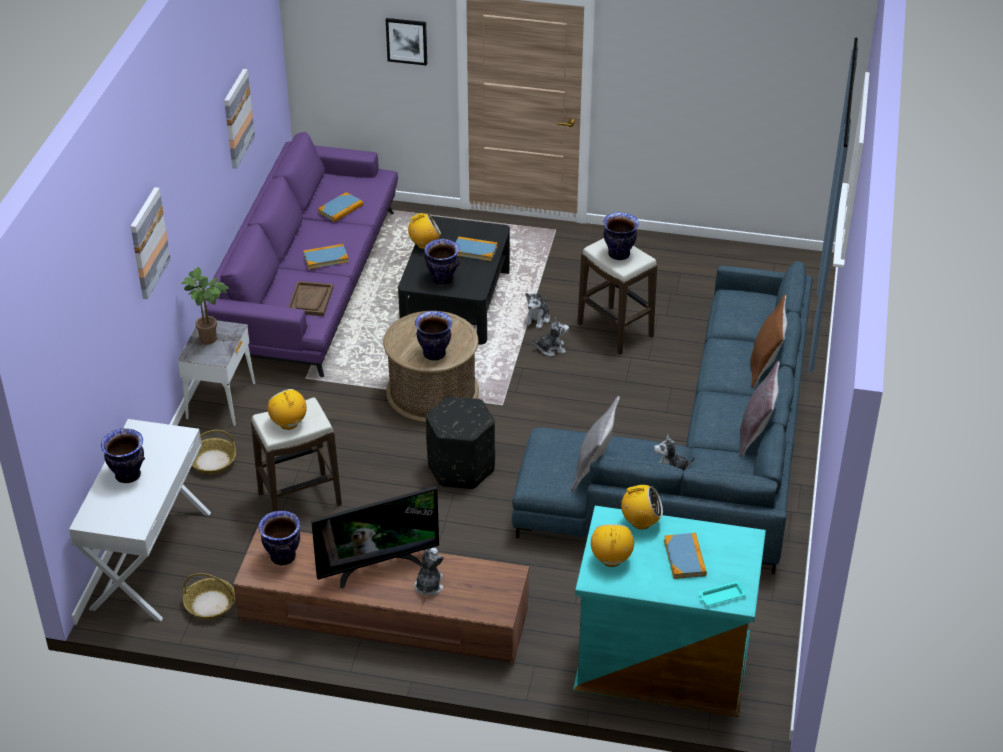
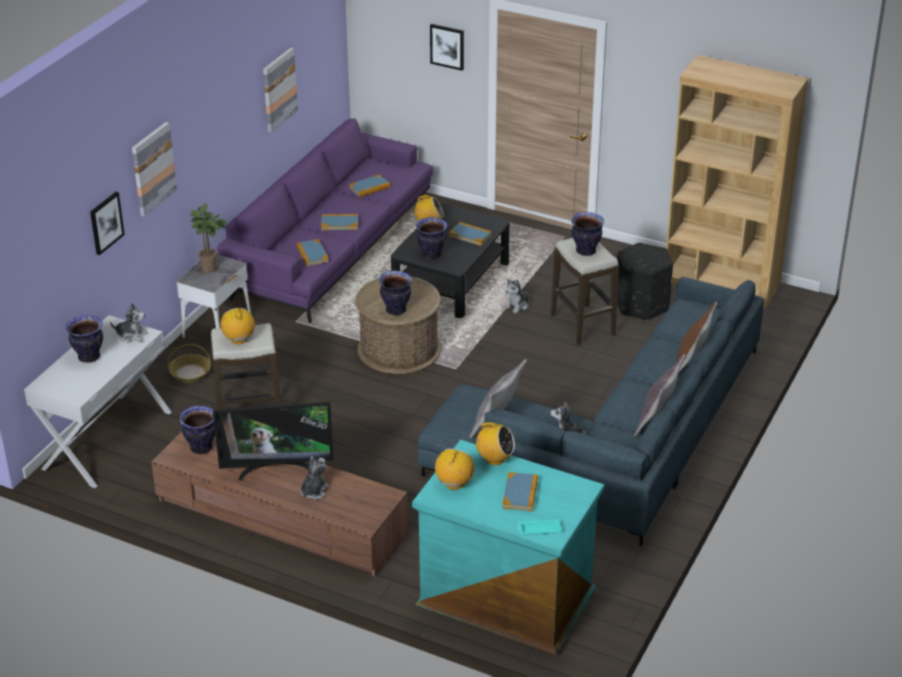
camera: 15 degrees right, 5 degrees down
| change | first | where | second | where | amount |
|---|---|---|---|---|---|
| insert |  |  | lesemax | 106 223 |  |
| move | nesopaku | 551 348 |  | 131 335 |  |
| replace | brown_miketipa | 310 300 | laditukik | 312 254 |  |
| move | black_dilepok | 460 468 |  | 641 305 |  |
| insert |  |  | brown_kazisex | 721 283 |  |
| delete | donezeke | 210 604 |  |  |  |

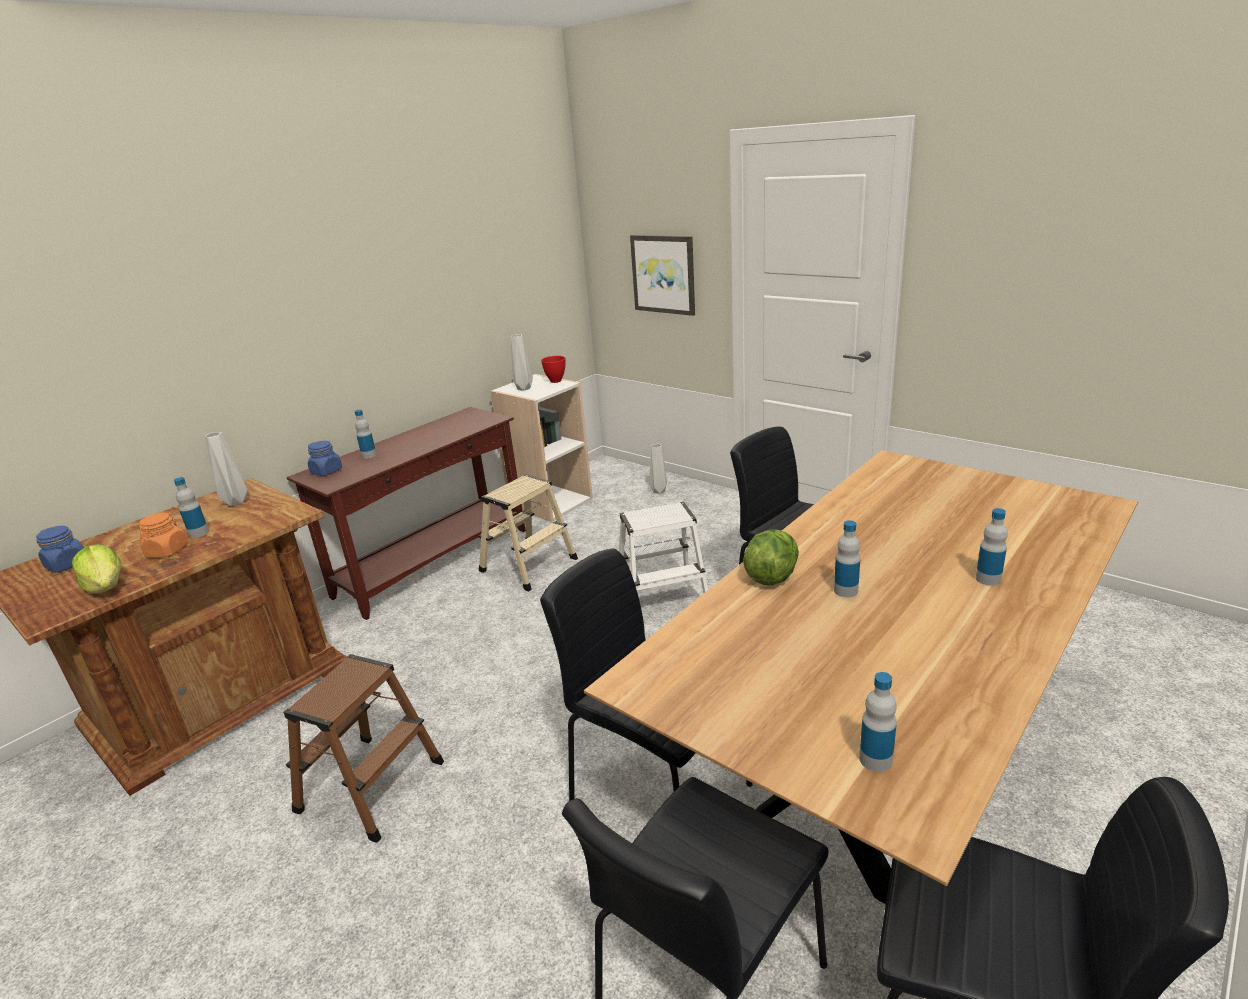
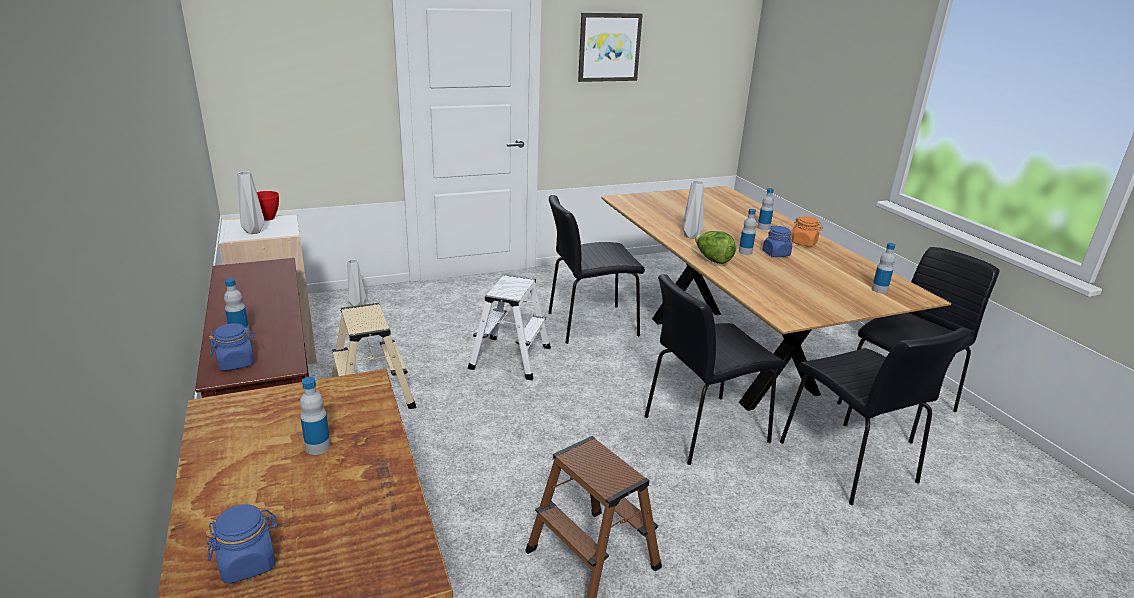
camera: 65 degrees left, 0 degrees up
| change | first | where | second | where | amount |
|---|---|---|---|---|---|
| move | lesemax | 663 274 |  | 609 47 |  |
| move | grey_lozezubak | 235 503 |  | 691 236 |  |
| insert |  |  | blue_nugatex | 776 254 |  |
| move | orange_nugatex | 167 551 |  | 804 243 |  |
| delete | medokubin | 106 587 |  |  |  |

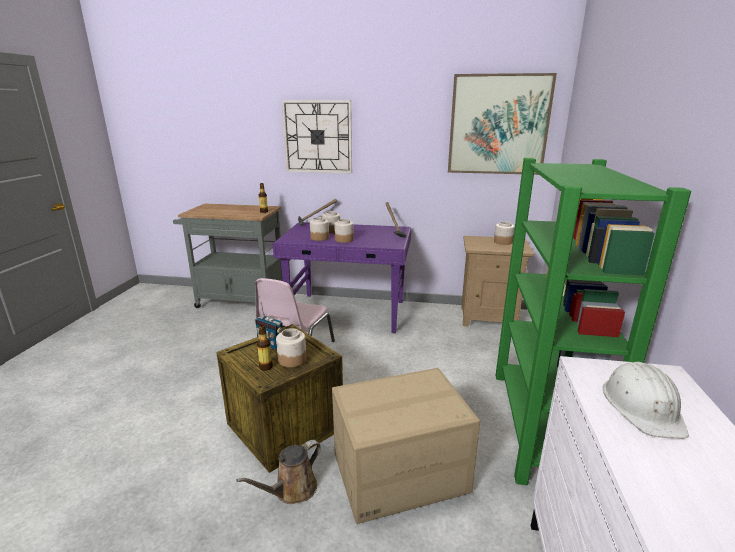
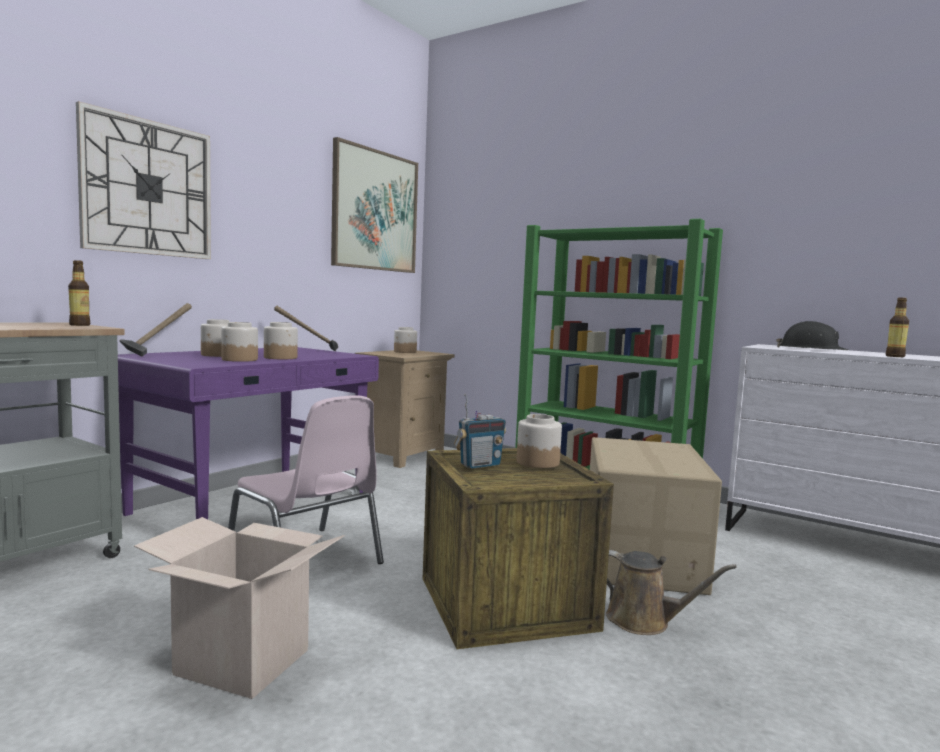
camera: 65 degrees left, 15 degrees down
| change | first | where | second | where | amount |
|---|---|---|---|---|---|
| insert |  |  | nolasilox | 242 662 |  |
| rotate | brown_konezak | 292 490 |  | 644 621 | 45 degrees counterclockwise |
| recolor | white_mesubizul | 642 407 | black_mesubizul | 812 349 |  |
| move | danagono | 266 367 |  | 895 356 |  |

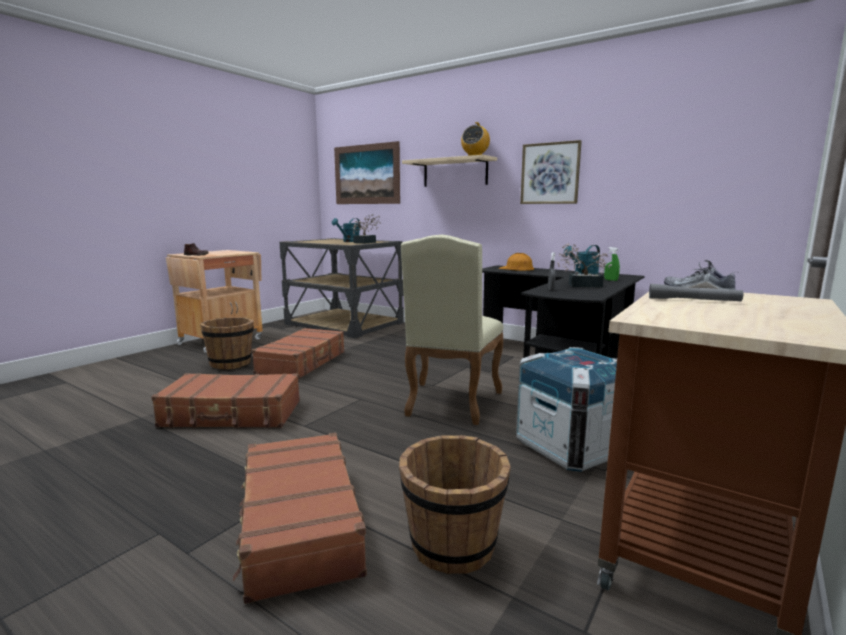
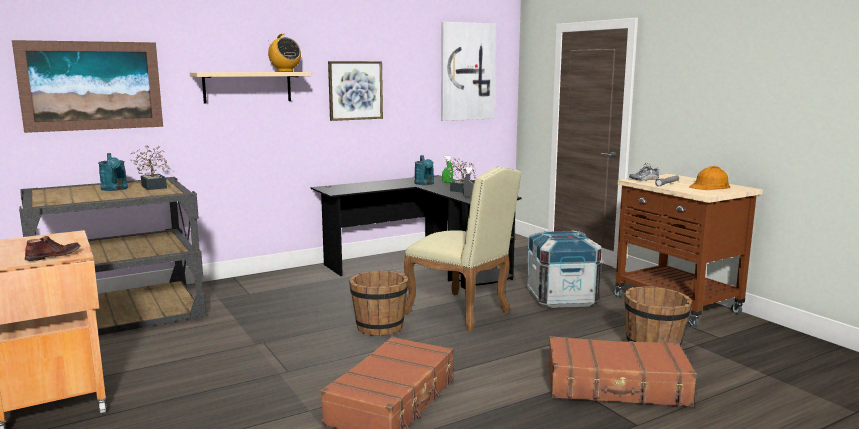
camera: 65 degrees left, 0 degrees up
| change | first | where | second | where | amount |
|---|---|---|---|---|---|
| move | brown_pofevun | 231 363 |  | 379 327 |  |
| insert |  |  | lesemax | 467 71 |  |
| move | orange_mesubizul | 517 268 |  | 709 186 |  |
| delete | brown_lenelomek | 303 362 |  |  |  |

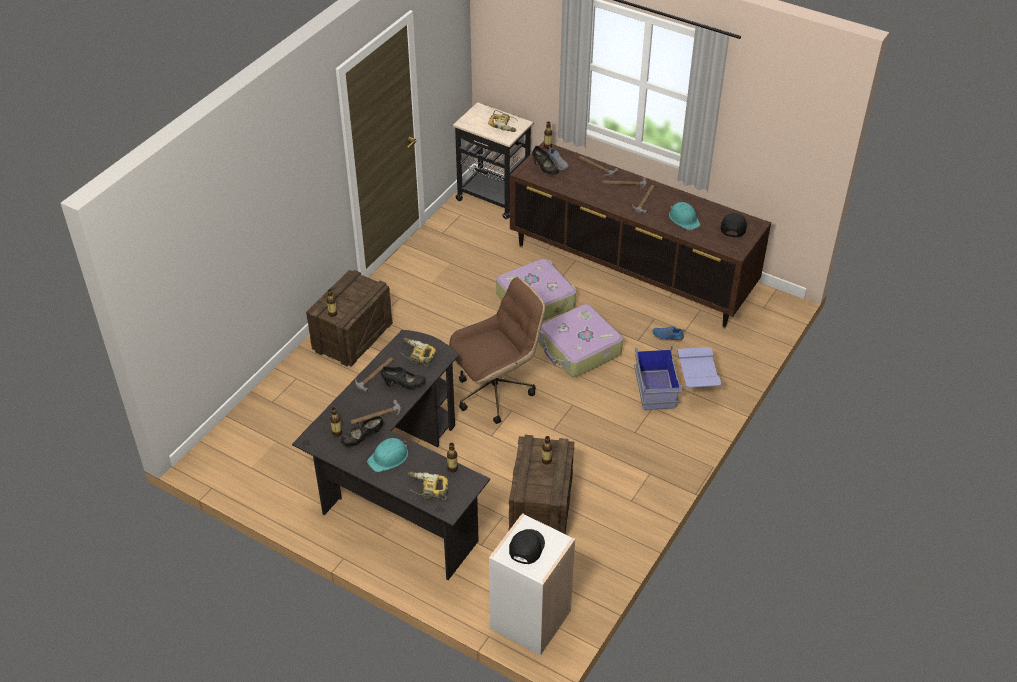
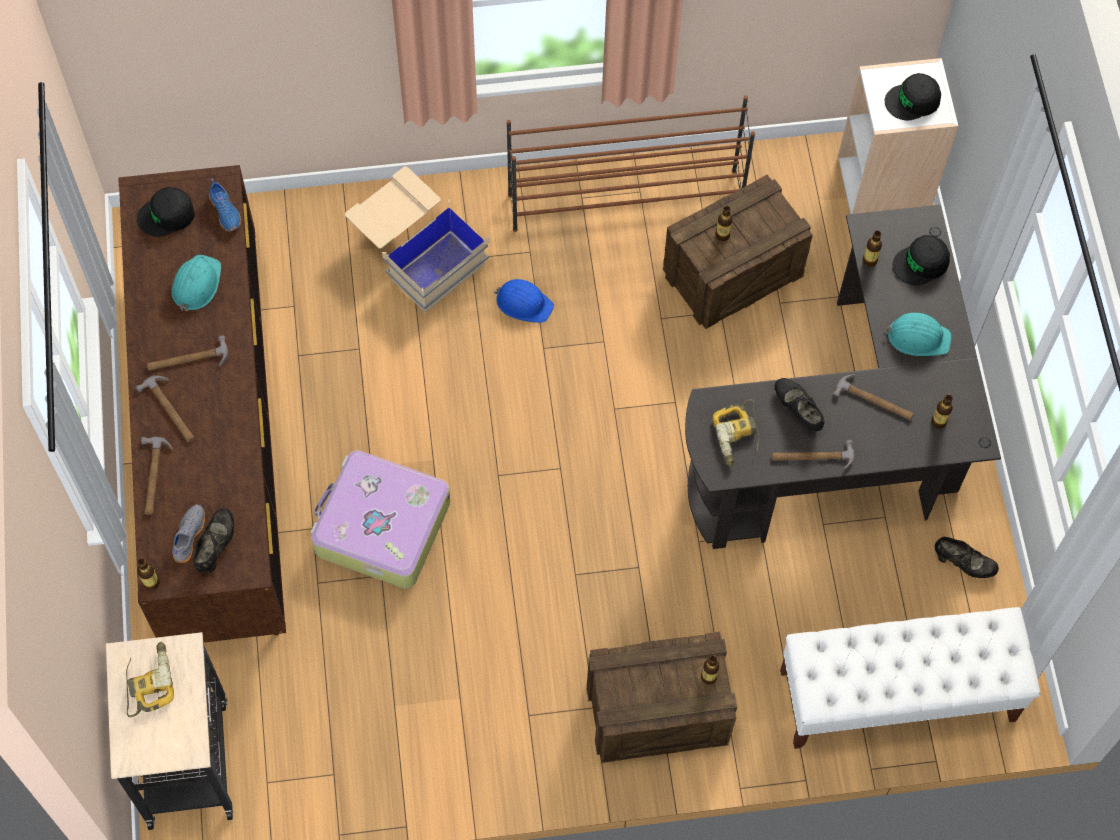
camera: 130 degrees left, 20 degrees up
| change | first | where | second | where | amount |
|---|---|---|---|---|---|
| move | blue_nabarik | 667 337 |  | 226 211 |  |
| recolor | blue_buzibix | 675 390 | beige_buzibix | 417 253 |  |
| insert |  |  | blue_mesubizul | 523 303 |  |
| insert |  |  | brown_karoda | 626 200 |  |
| insert |  |  | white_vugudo | 896 696 |  |
| replace | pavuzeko | 427 489 | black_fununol | 921 263 |  |
| move | black_nabarik | 362 438 |  | 963 563 |  |
| delete | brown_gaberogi | 497 393 |  |  |  |
| delete | lenelomek | 579 349 |  |  |  |

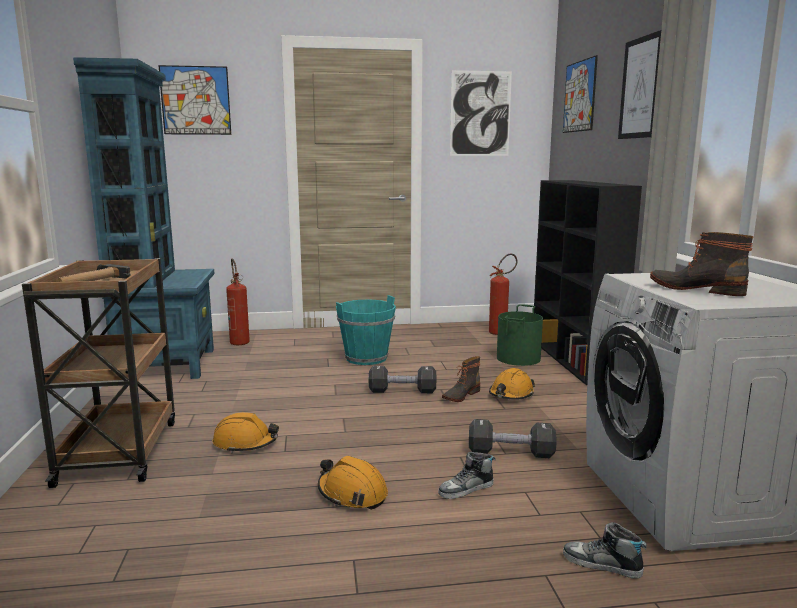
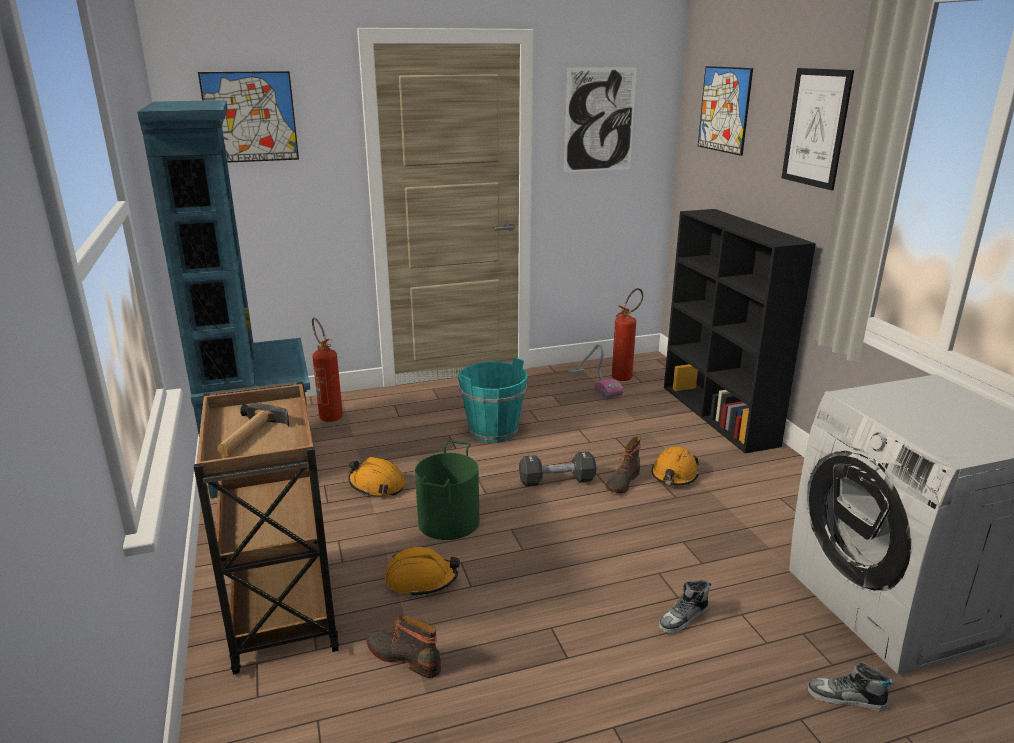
camera: 10 degrees left, 10 degrees up
| change | first | where | second | where | amount |
|---|---|---|---|---|---|
| move | orange_mesubizul | 352 494 |  | 377 485 |  |
| move | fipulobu | 696 289 |  | 405 656 |  |
| move | green_pofevun | 517 358 |  | 447 521 |  |
| insert |  |  | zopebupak | 593 383 |  |
| delete | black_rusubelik | 511 452 |  |  |  |

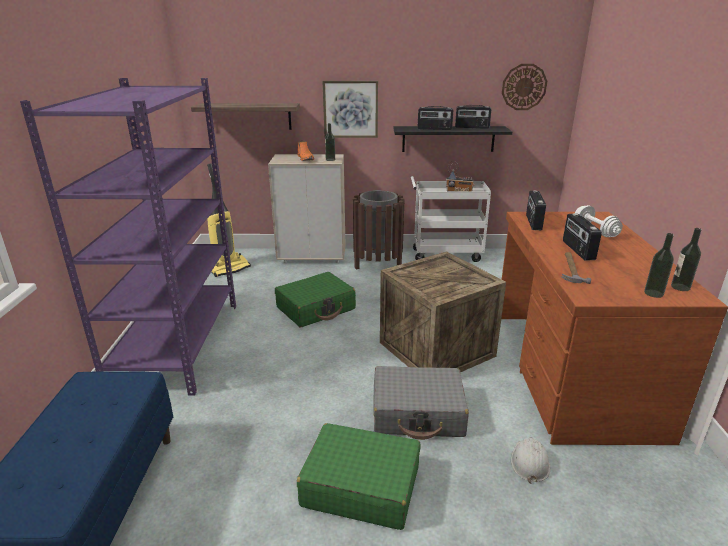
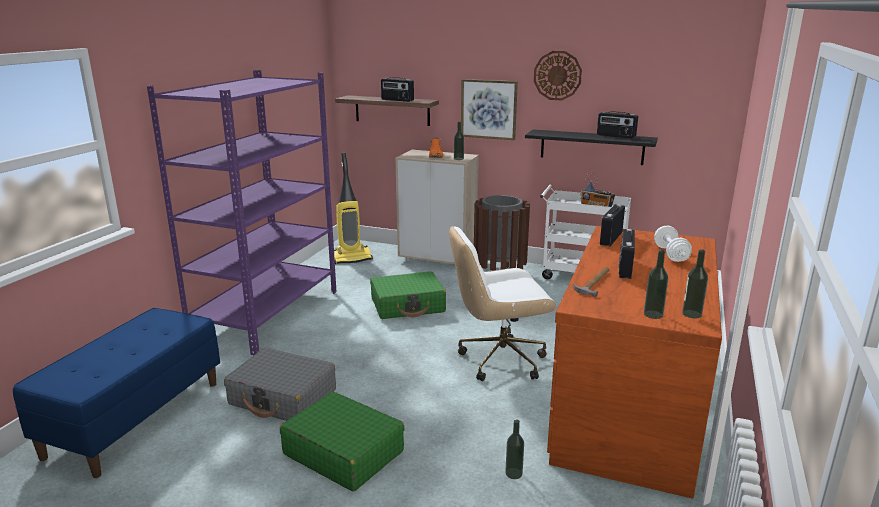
camera: 20 degrees right, 5 degrees down
| change | first | where | second | where | amount |
|---|---|---|---|---|---|
| move | grey_lenelomek | 418 413 |  | 283 397 |  |
| move | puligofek | 434 129 |  | 397 100 |  |
| replace | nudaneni | 436 349 | white_gaberogi | 499 361 |  |
| replace | white_mesubizul | 529 462 | danagono | 514 473 |  |
| move | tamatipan | 524 87 |  | 557 75 |  |

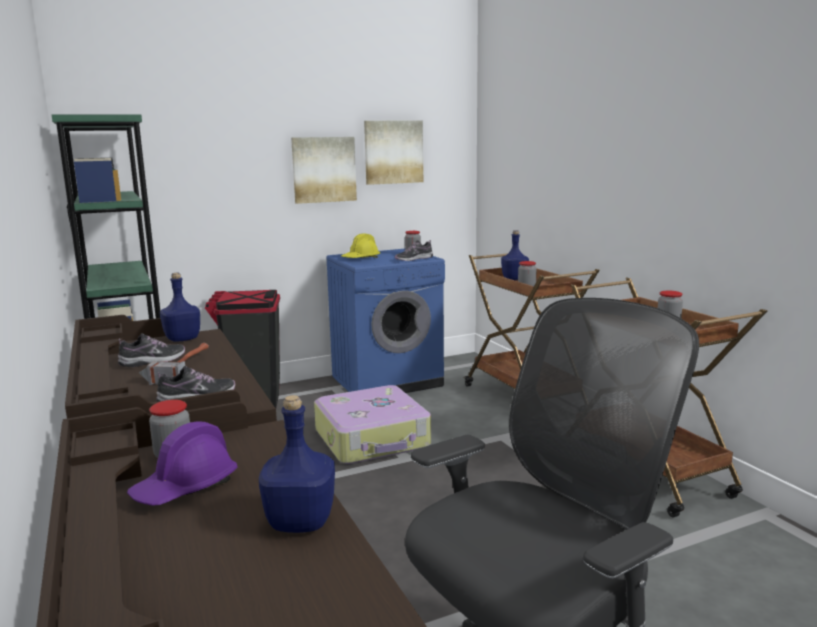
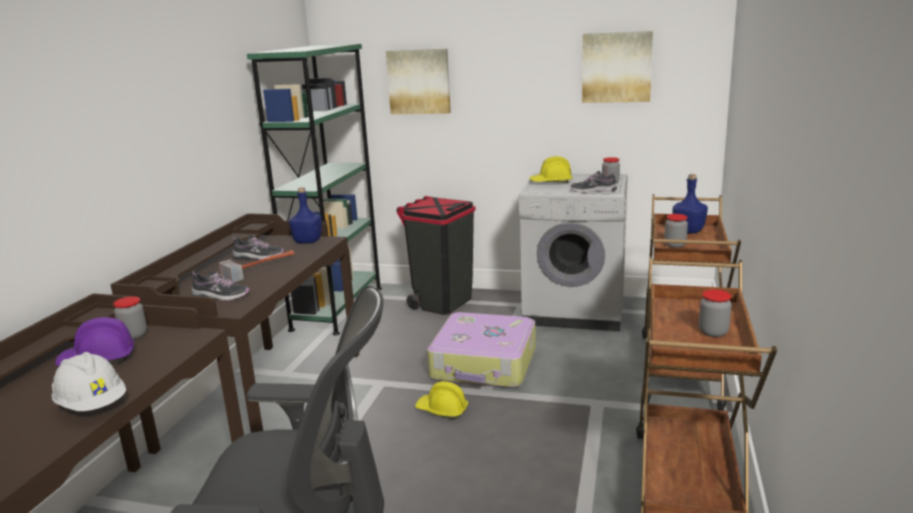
camera: 40 degrees right, 5 degrees up
| change | first | where | second | where | amount |
|---|---|---|---|---|---|
| replace | blue_danagono | 300 521 | white_mesubizul | 93 405 |  |
| move | lesemax | 323 169 |  | 419 81 |  |
| insert |  |  | yellow_mesubizul | 442 410 |  |
| recolor | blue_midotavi | 388 382 | white_midotavi | 574 312 |  |

